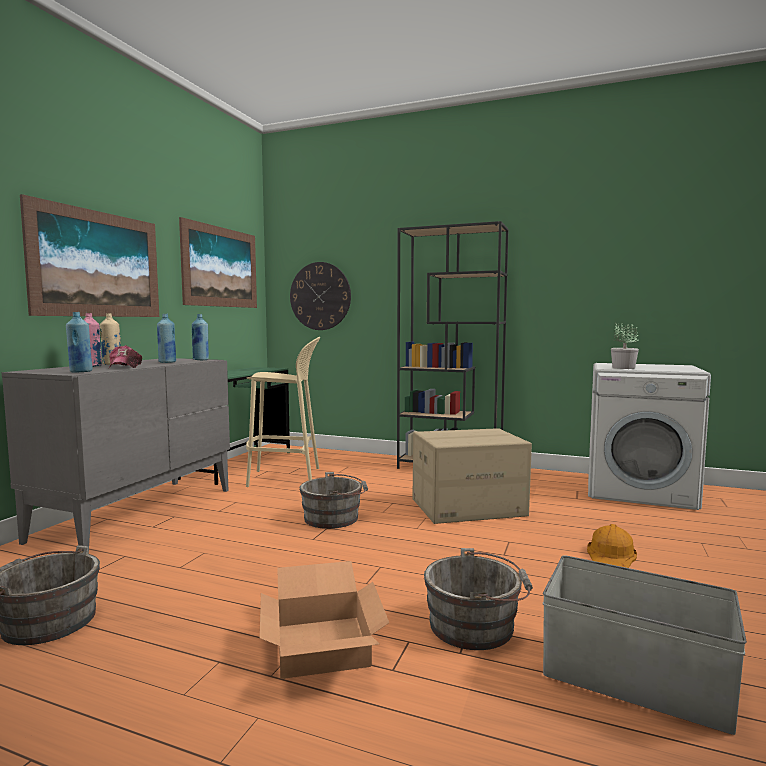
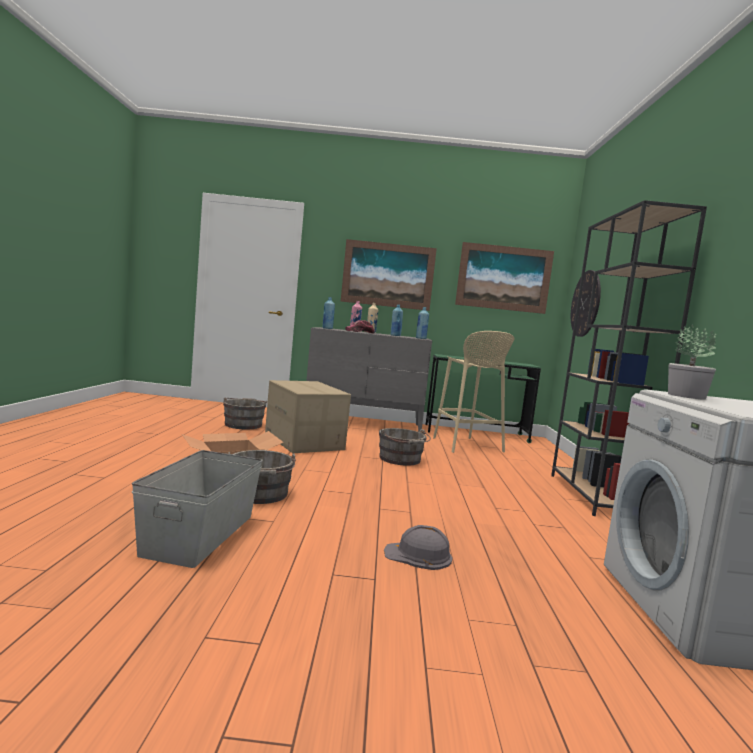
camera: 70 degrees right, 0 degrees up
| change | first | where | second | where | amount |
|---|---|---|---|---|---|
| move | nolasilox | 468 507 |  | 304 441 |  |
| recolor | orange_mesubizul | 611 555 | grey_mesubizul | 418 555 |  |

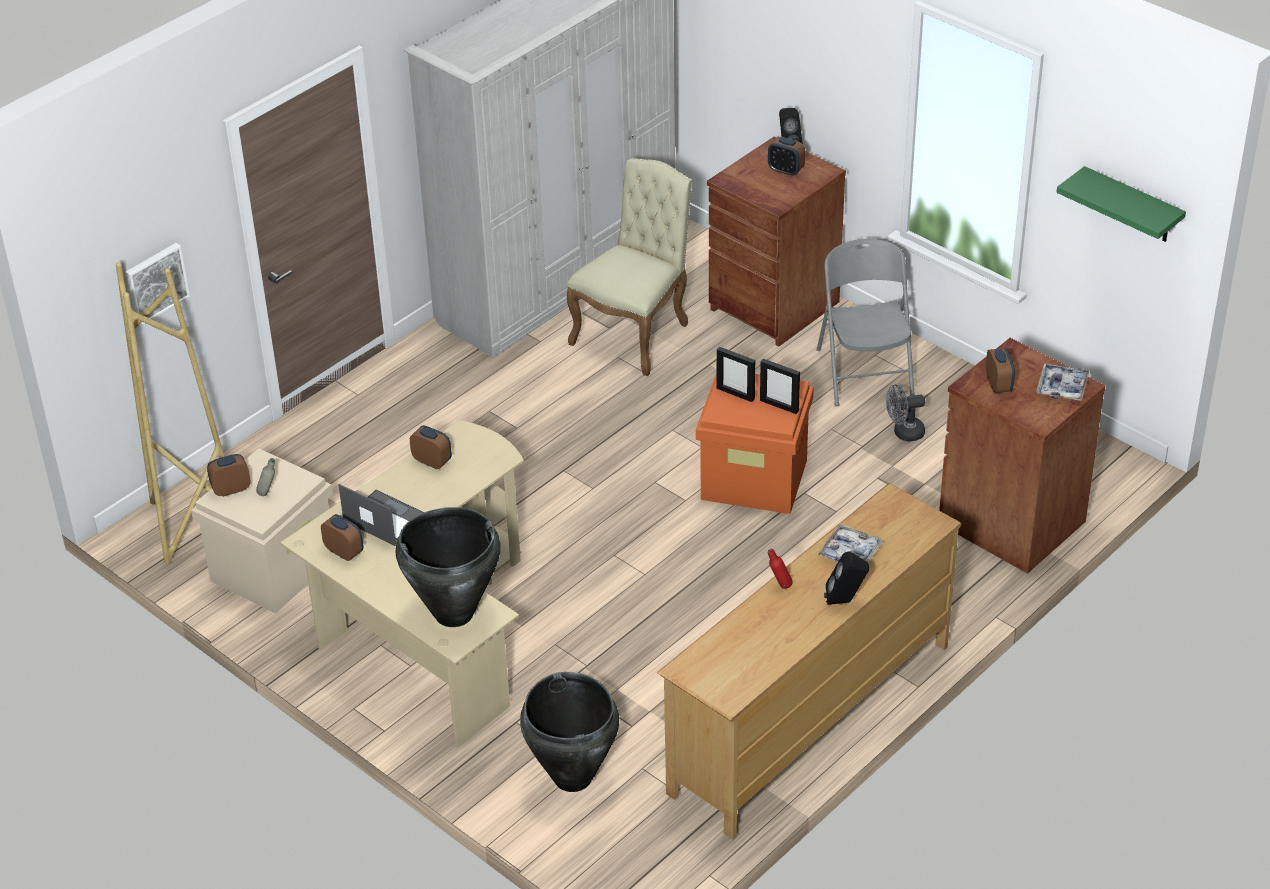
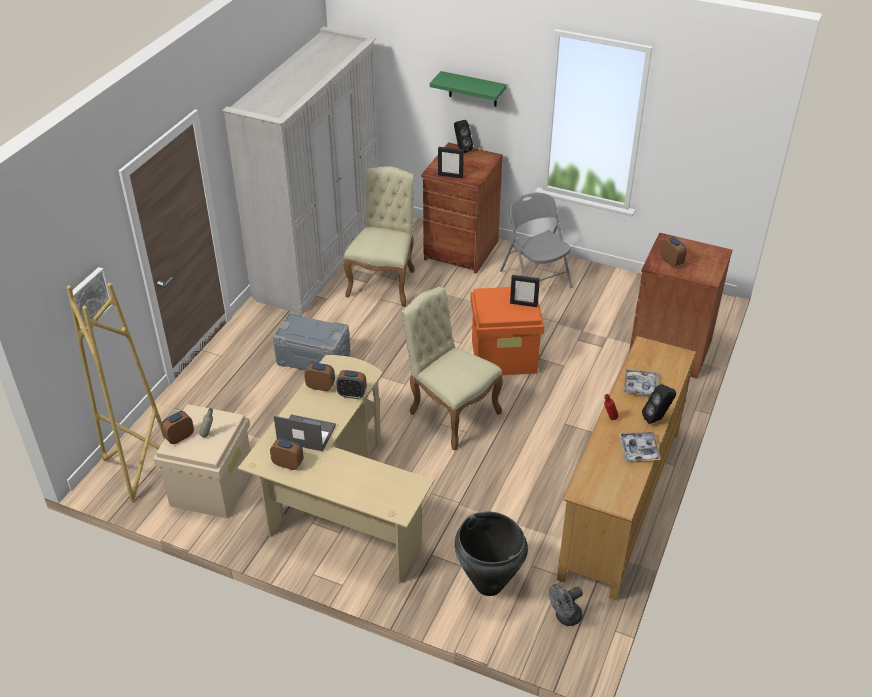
camera: 20 degrees left, 0 degrees up
| change | first | where | second | where | amount |
|---|---|---|---|---|---|
| insert |  |  | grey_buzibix | 314 358 |  |
| move | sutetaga | 786 170 |  | 352 394 |  |
| insert |  |  | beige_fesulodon | 451 414 |  |
| move | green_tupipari | 1132 206 |  | 473 89 |  |
| move | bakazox | 736 393 |  | 450 175 |  |
| move | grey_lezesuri | 904 433 |  | 565 617 |  |
| move | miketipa | 1062 387 |  | 638 450 |  |
| delete | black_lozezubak | 454 613 |  |  |  |

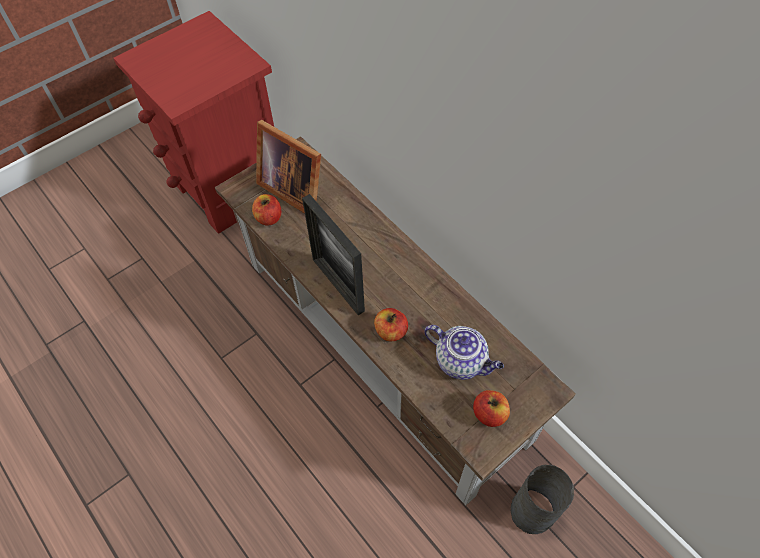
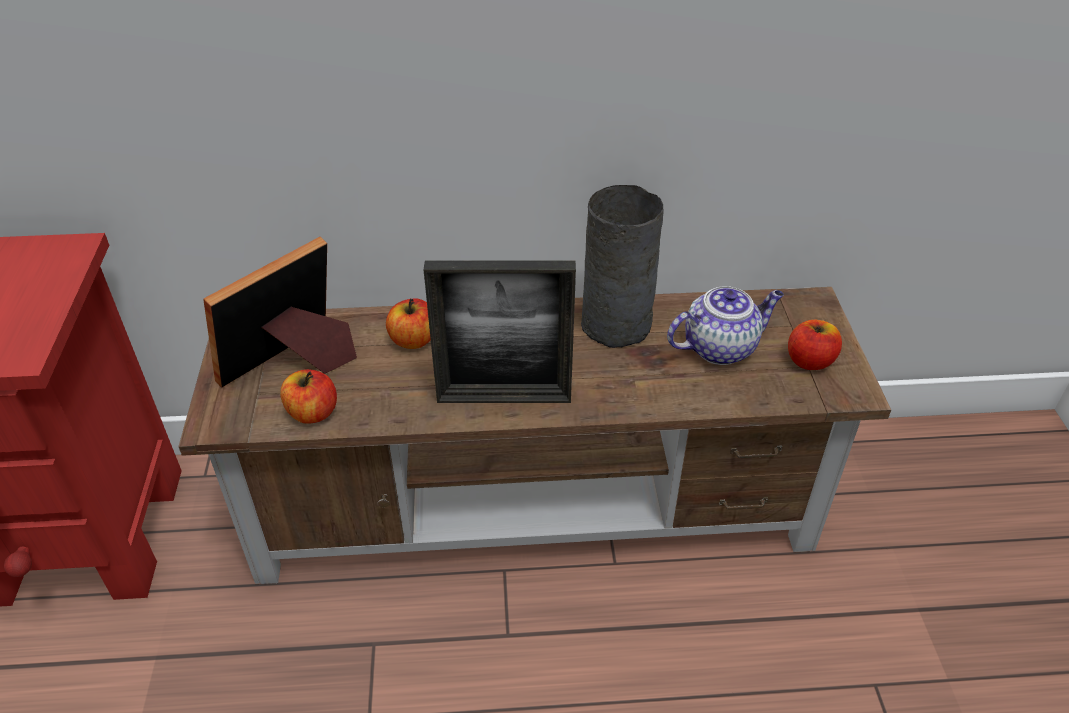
camera: 55 degrees left, 15 degrees down
| change | first | where | second | where | amount |
|---|---|---|---|---|---|
| rotate | bakazox | 293 188 |  | 293 363 | 150 degrees clockwise |
| move | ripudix | 391 331 |  | 413 340 |  |
| move | grey_lozezubak | 532 513 |  | 618 326 |  |

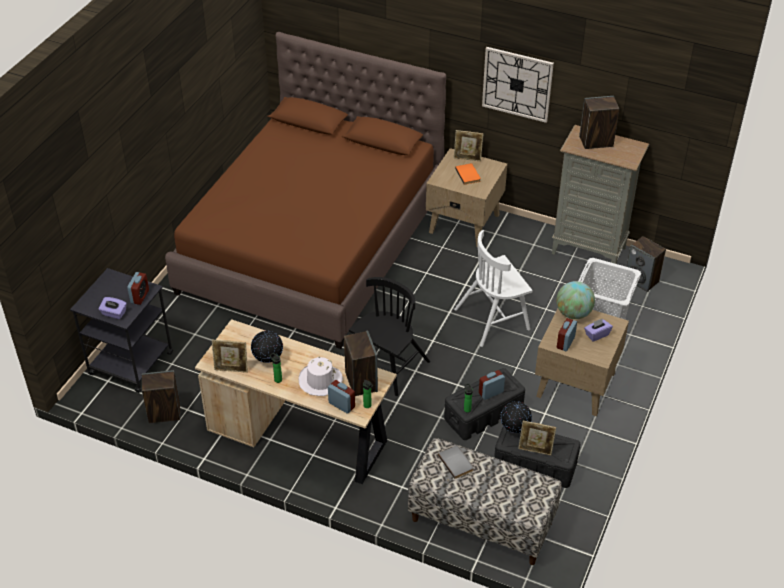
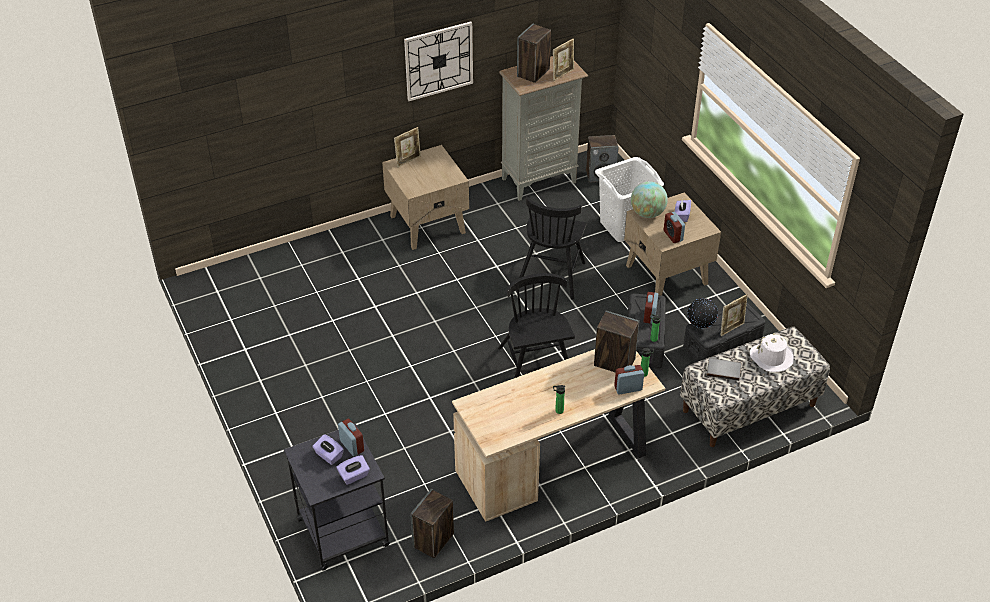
camera: 50 degrees left, 0 degrees up
| change | first | where | second | where | amount |
|---|---|---|---|---|---|
| insert |  |  | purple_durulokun | 328 456 |  |
| recolor | white_fesulodon | 495 317 | black_fesulodon | 551 272 |  |
| move | bakazox | 231 370 |  | 563 74 |  |
| move | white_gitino | 320 380 |  | 771 357 |  |
| delete | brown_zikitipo | 313 243 |  |  |  |
| delete | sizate | 268 360 |  |  |  |
| delete | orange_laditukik | 468 175 |  |  |  |

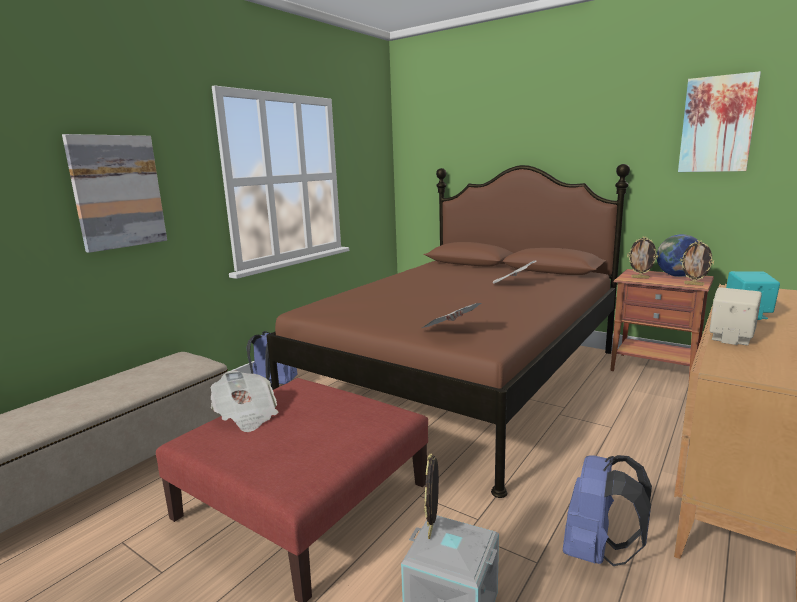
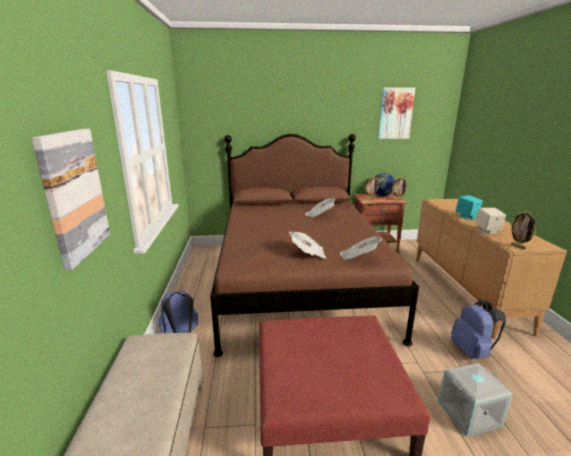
camera: 40 degrees left, 5 degrees up
| change | first | where | second | where | amount |
|---|---|---|---|---|---|
| move | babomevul | 246 416 |  | 308 254 |  |
| move | bakazox | 432 529 |  | 518 247 |  |

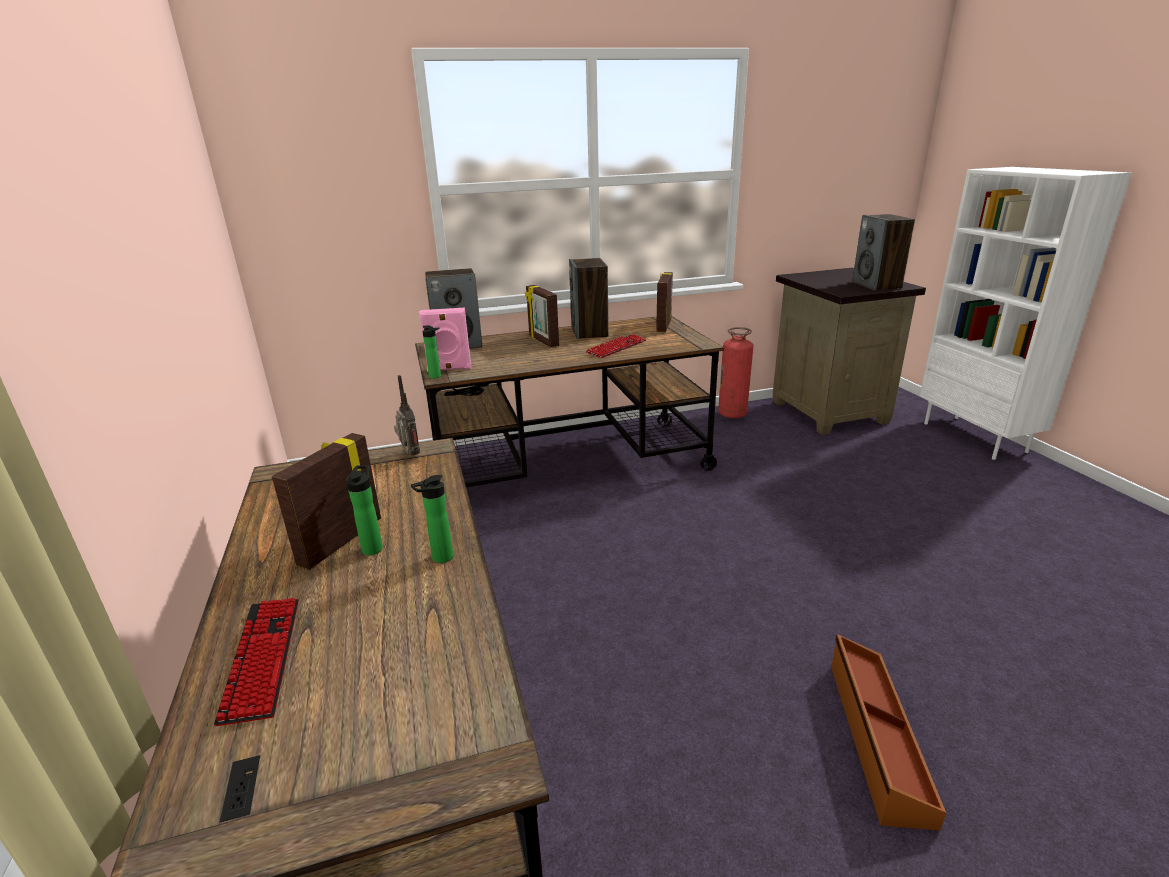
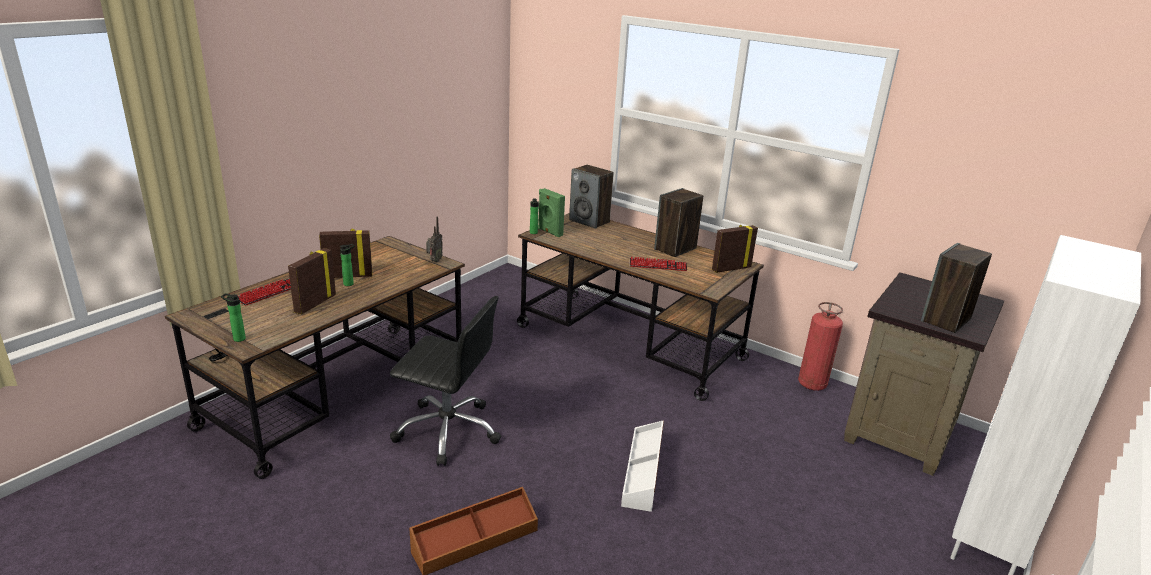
camera: 50 degrees right, 0 degrees up
| change | first | where | second | where | amount |
|---|---|---|---|---|---|
| move | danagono | 439 558 |  | 237 339 |  |
| move | bakazox | 543 341 |  | 314 304 |  |
| insert |  |  | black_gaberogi | 448 431 |  |
| recolor | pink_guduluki | 449 369 | green_guduluki | 549 232 |  |
| insert |  |  | white_buzibix | 643 472 |  |

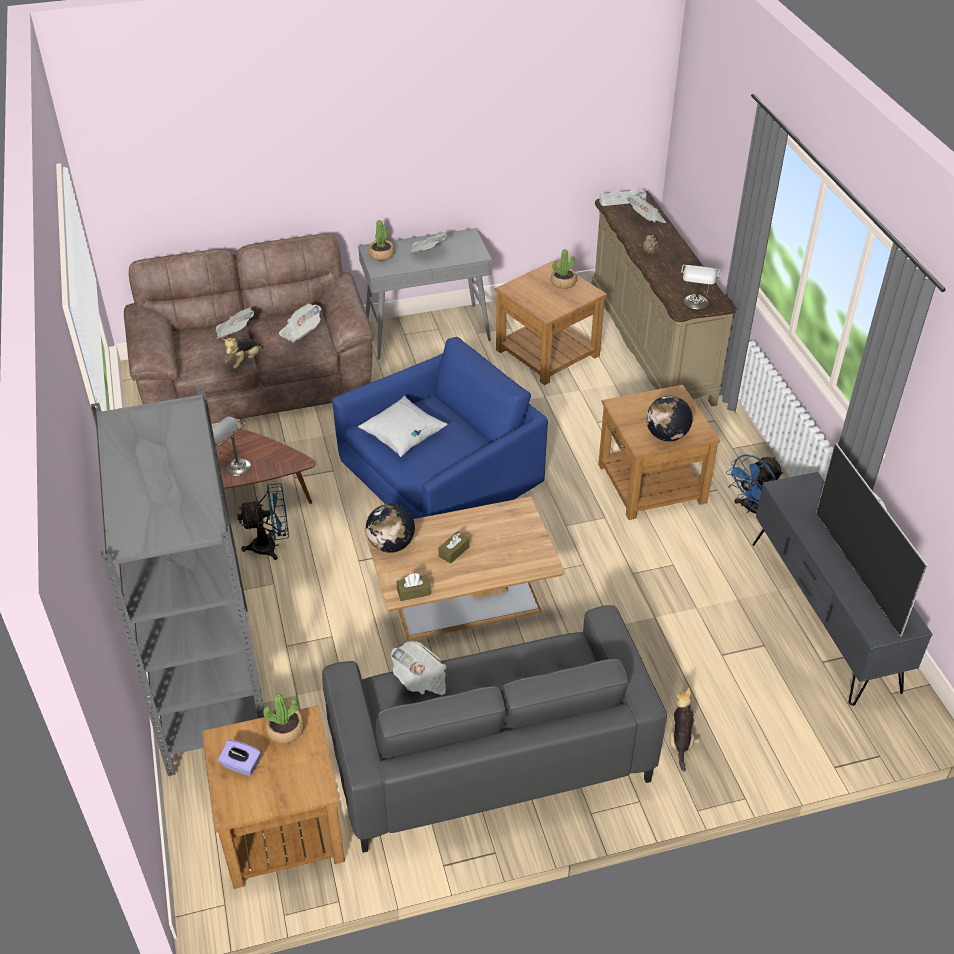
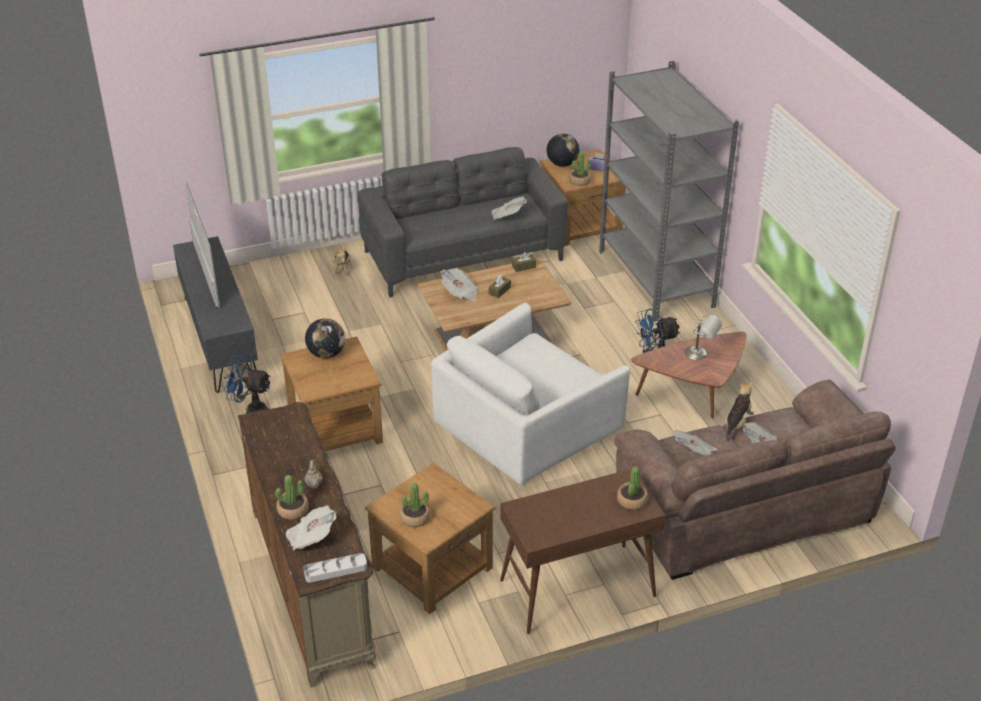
camera: 175 degrees right, 5 degrees down
| change | first | where | second | where | amount |
|---|---|---|---|---|---|
| rotate | blue_lezesuri | 751 510 |  | 251 410 | 120 degrees counterclockwise |
| insert |  |  | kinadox | 293 510 |  |
| recolor | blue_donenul | 442 476 | white_donenul | 526 422 |  |
| move | babomevul | 427 252 |  | 460 293 |  |
| recolor | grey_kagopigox | 428 332 | brown_kagopigox | 577 589 |  |
| move | sizate | 391 545 |  | 562 164 |  |
| delete | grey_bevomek | 403 435 |  |  |  |
| delete | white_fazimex | 696 305 |  |  |  |

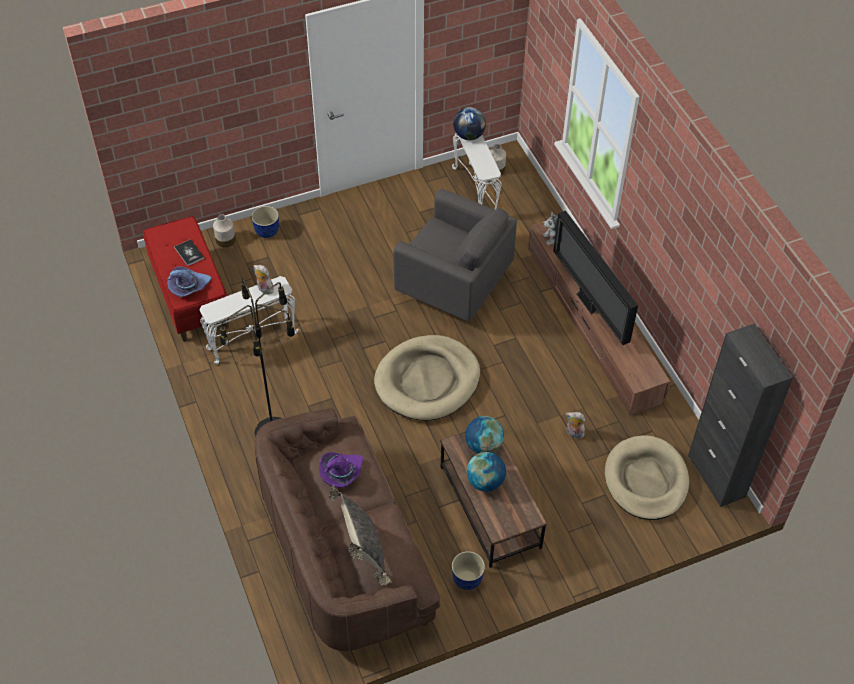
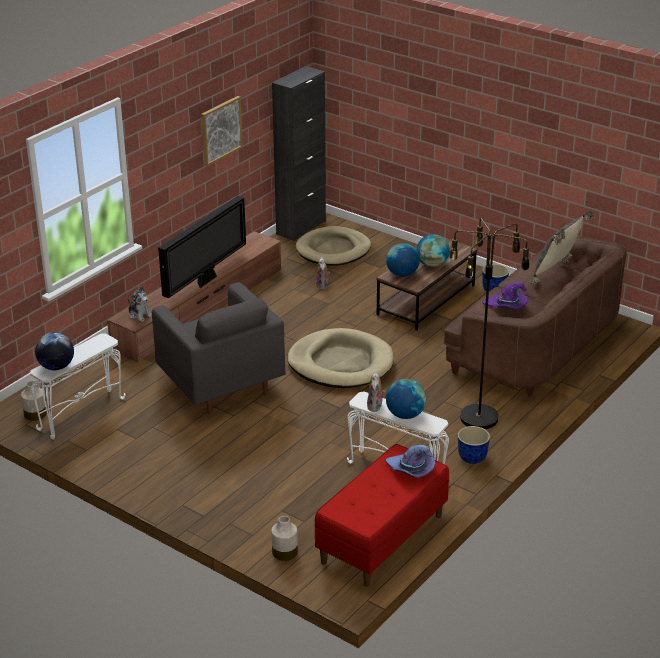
camera: 120 degrees left, 20 degrees down
| change | first | where | second | where | amount |
|---|---|---|---|---|---|
| rotate | grey_donenul | 453 286 |  | 220 385 | 150 degrees clockwise |
| insert |  |  | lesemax | 221 130 |  |
| insert |  |  | sizate | 405 415 |  |
| move | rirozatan | 267 231 |  | 471 458 |  |
| delete | laditukik | 189 253 |  |  |  |

